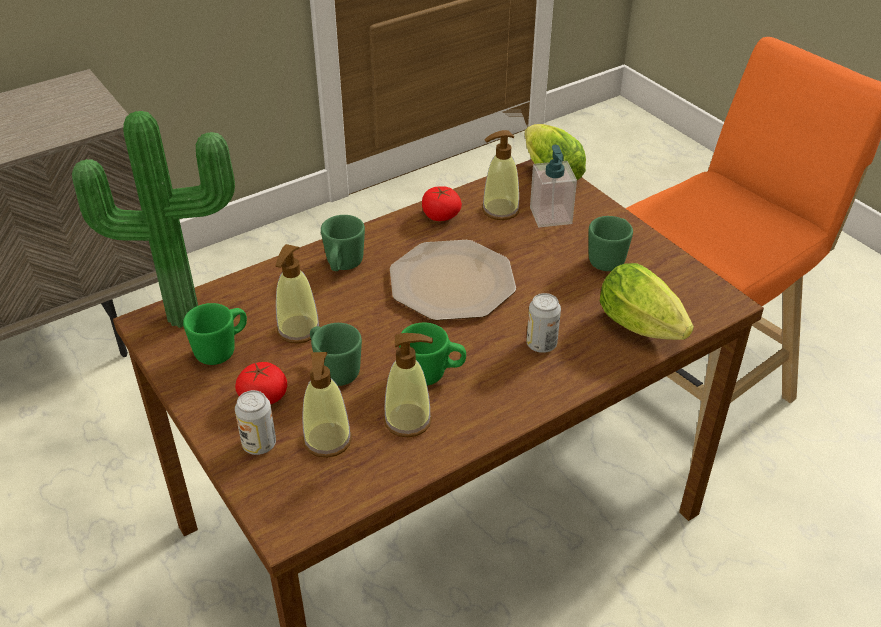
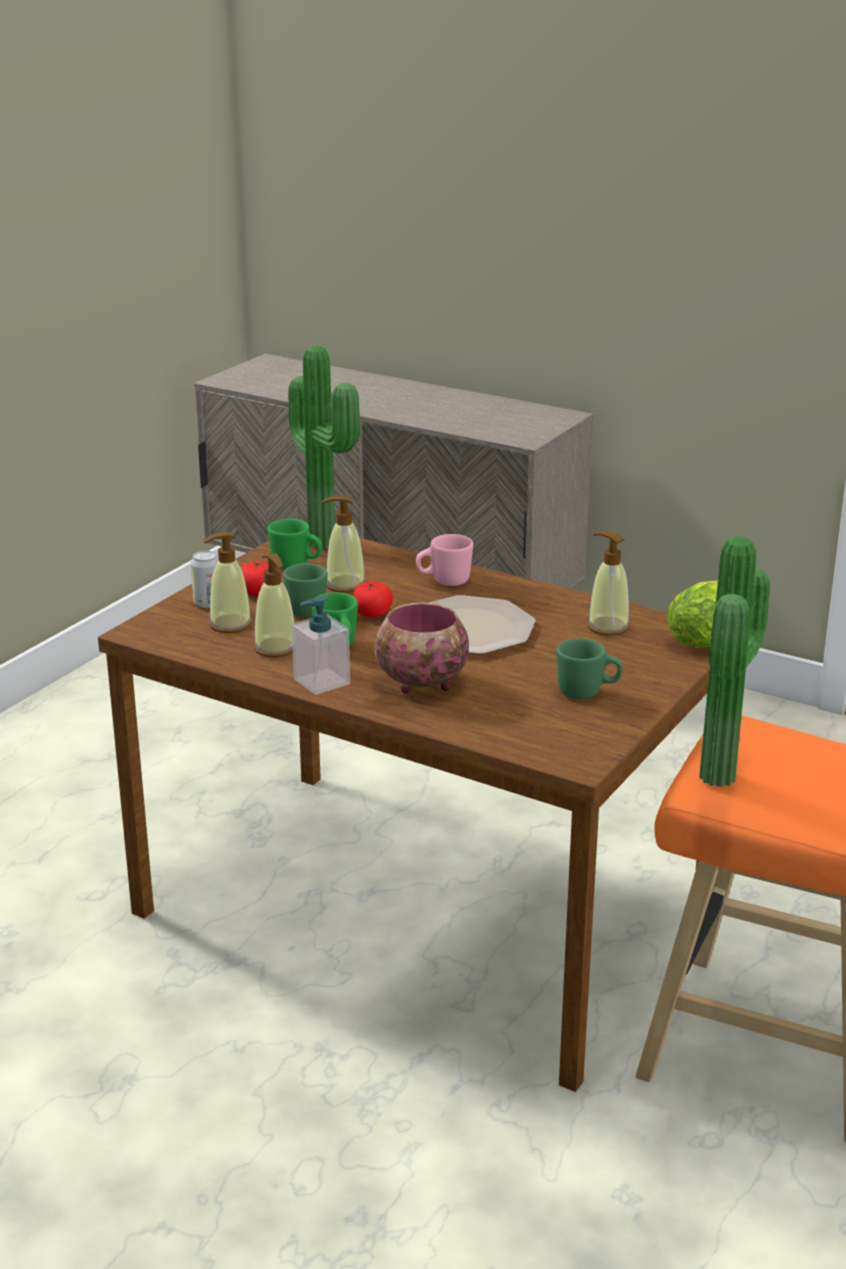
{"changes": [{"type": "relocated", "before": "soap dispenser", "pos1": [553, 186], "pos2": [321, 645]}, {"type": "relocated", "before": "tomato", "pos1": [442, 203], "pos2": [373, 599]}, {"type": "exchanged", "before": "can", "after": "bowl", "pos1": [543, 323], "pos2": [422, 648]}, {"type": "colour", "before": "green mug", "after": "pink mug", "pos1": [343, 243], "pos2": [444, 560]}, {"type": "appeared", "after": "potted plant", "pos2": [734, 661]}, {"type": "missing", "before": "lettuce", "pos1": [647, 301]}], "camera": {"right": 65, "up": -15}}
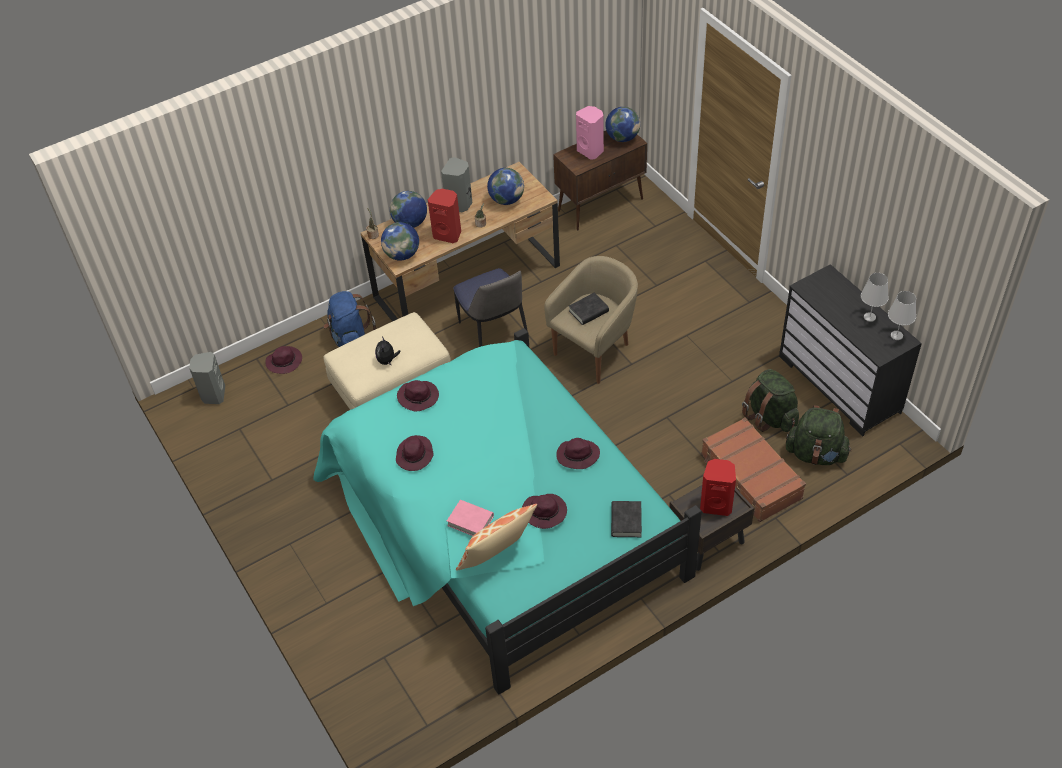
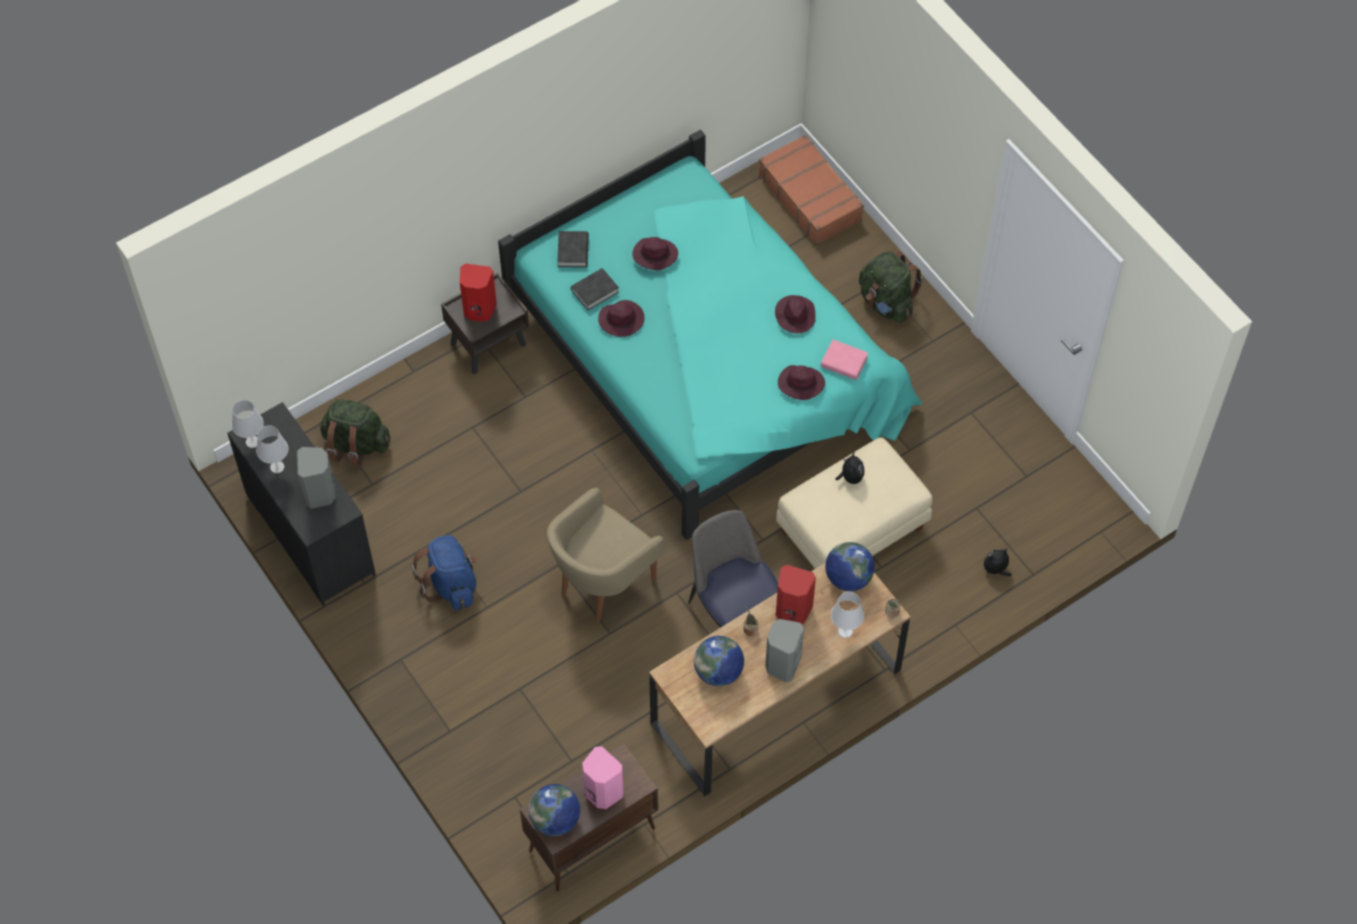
{"changes": [{"type": "relocated", "before": "grey speaker", "pos1": [207, 378], "pos2": [316, 478]}, {"type": "relocated", "before": "blue backpack", "pos1": [350, 319], "pos2": [444, 572]}, {"type": "relocated", "before": "black book", "pos1": [589, 309], "pos2": [595, 289]}, {"type": "relocated", "before": "brown suitcase", "pos1": [753, 469], "pos2": [811, 190]}, {"type": "relocated", "before": "pink book", "pos1": [470, 518], "pos2": [844, 359]}, {"type": "exchanged", "before": "globe", "after": "white table lamp", "pos1": [408, 209], "pos2": [847, 615]}, {"type": "relocated", "before": "green backpack", "pos1": [770, 400], "pos2": [891, 287]}, {"type": "exchanged", "before": "purple hat", "after": "plush toy", "pos1": [283, 360], "pos2": [997, 562]}, {"type": "missing", "before": "pillow", "pos1": [496, 537]}], "camera": {"right": 175, "up": 10}}
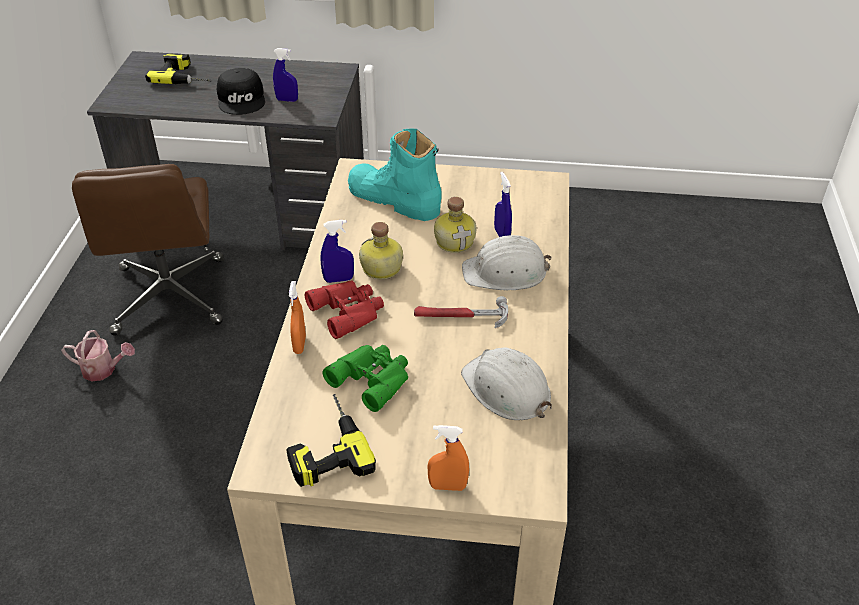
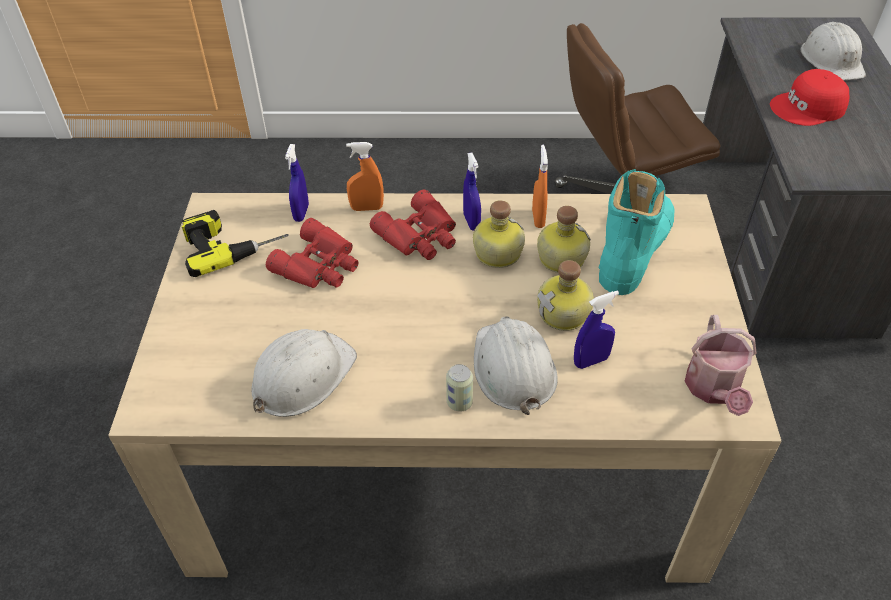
{"changes": [{"type": "colour", "before": "green binoculars", "after": "red binoculars", "pos1": [365, 378], "pos2": [312, 253]}, {"type": "relocated", "before": "blue spray bottle", "pos1": [285, 75], "pos2": [297, 183]}, {"type": "appeared", "after": "can", "pos2": [459, 388]}, {"type": "relocated", "before": "orange spray bottle", "pos1": [448, 458], "pos2": [540, 186]}, {"type": "appeared", "after": "bottle", "pos2": [564, 239]}, {"type": "relocated", "before": "watering can", "pos1": [98, 356], "pos2": [720, 365]}, {"type": "colour", "before": "black cap", "after": "red cap", "pos1": [241, 91], "pos2": [810, 97]}, {"type": "exchanged", "before": "power drill", "after": "white hard hat", "pos1": [178, 68], "pos2": [833, 51]}, {"type": "missing", "before": "hammer", "pos1": [461, 312]}], "camera": {"right": 85, "up": 5}}
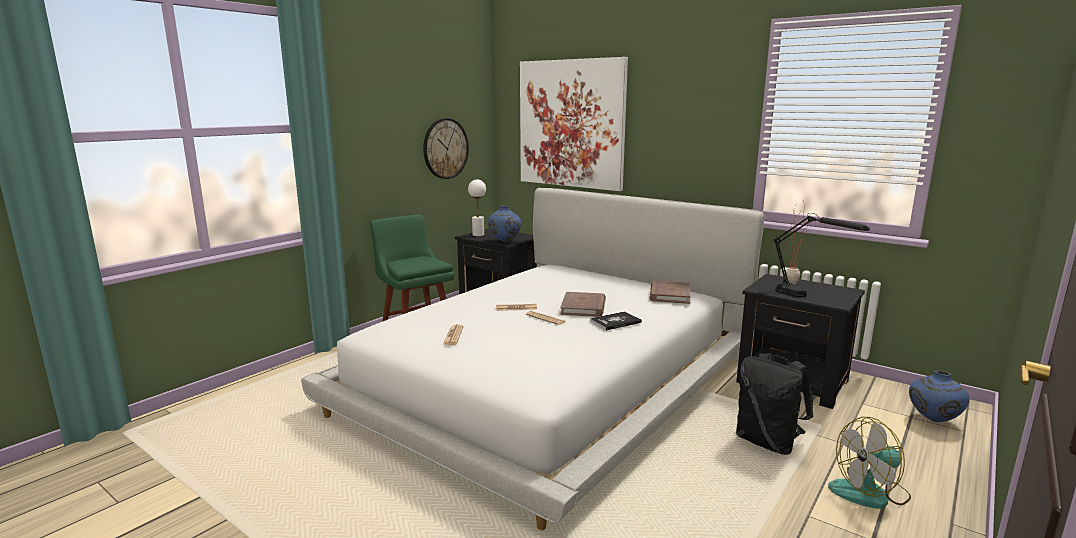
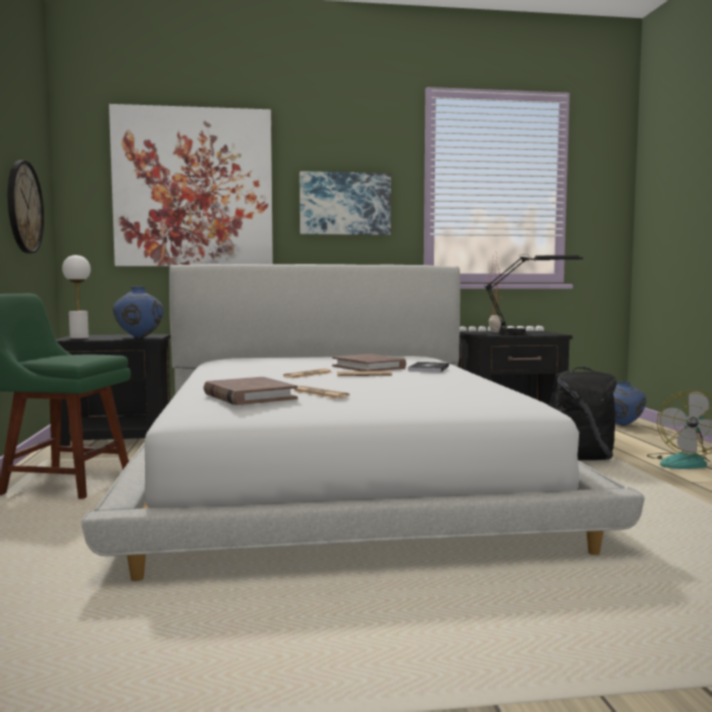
{"changes": [{"type": "relocated", "before": "brown book", "pos1": [670, 292], "pos2": [250, 391]}, {"type": "appeared", "after": "picture", "pos2": [345, 203]}], "camera": {"right": -45, "up": -10}}
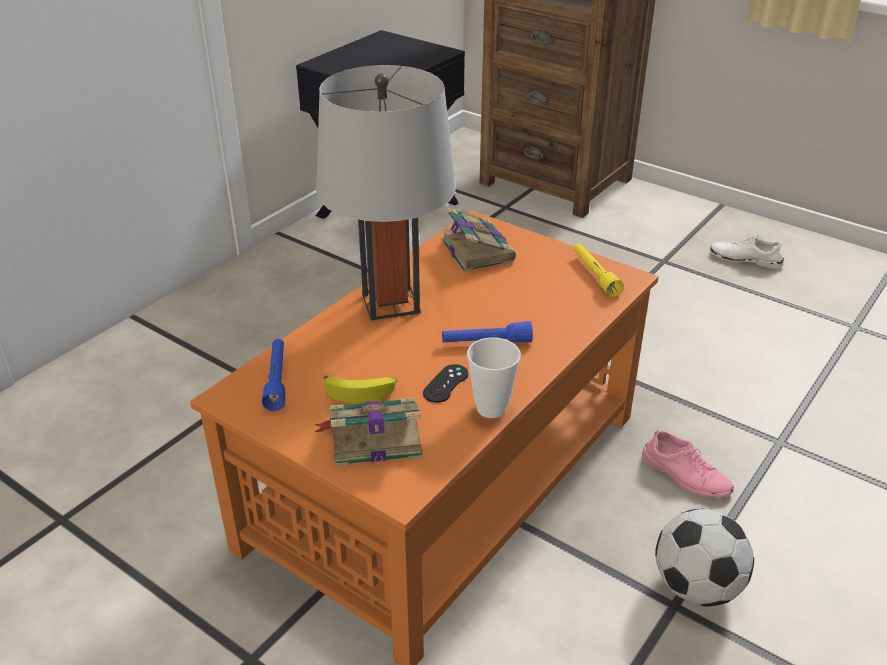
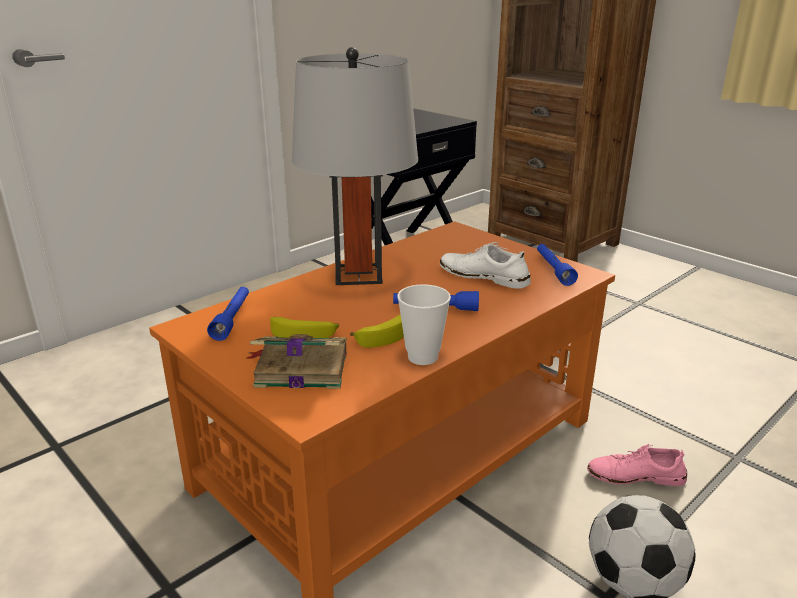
{"changes": [{"type": "exchanged", "before": "black game controller", "after": "banana", "pos1": [445, 383], "pos2": [377, 331]}, {"type": "relocated", "before": "white shoe", "pos1": [747, 252], "pos2": [485, 265]}, {"type": "colour", "before": "yellow flashlight", "after": "blue flashlight", "pos1": [599, 270], "pos2": [557, 265]}, {"type": "spun", "before": "pink shoe", "pos1": [688, 463], "pos2": [637, 465], "turn": 135}, {"type": "missing", "before": "book", "pos1": [478, 239]}], "camera": {"right": 10, "up": -10}}
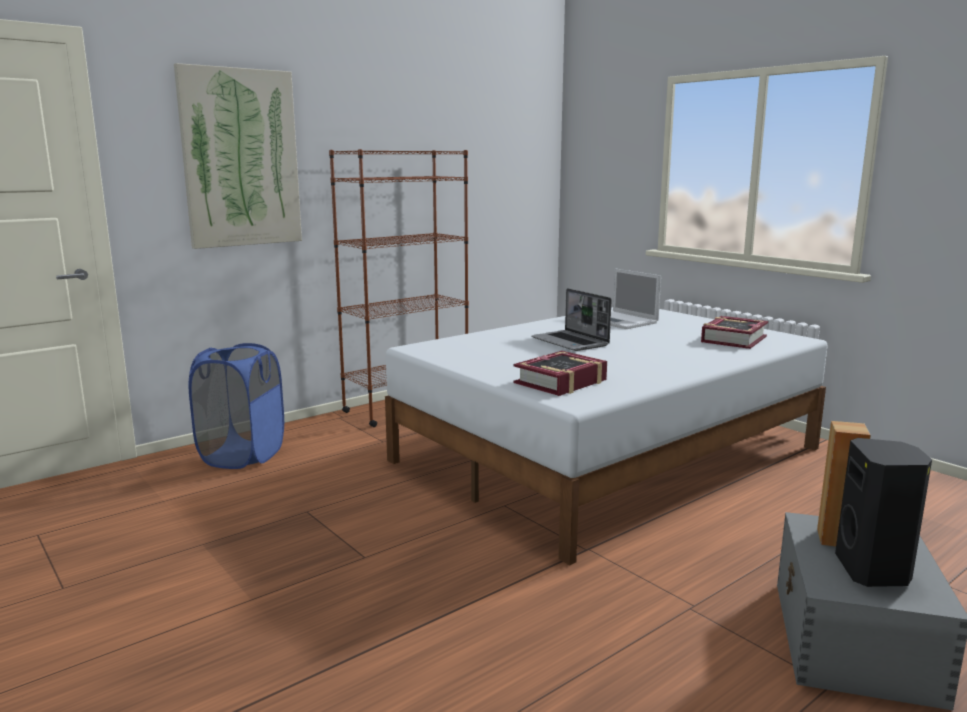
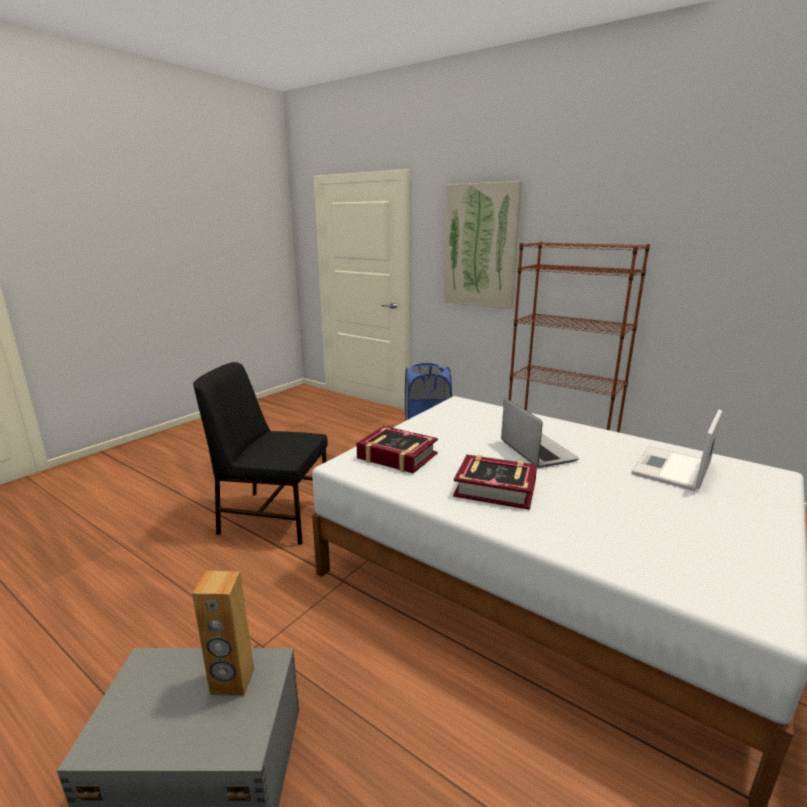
{"changes": [{"type": "appeared", "after": "black chair", "pos2": [260, 453]}, {"type": "relocated", "before": "book", "pos1": [734, 332], "pos2": [495, 482]}, {"type": "spun", "before": "laptop", "pos1": [571, 319], "pos2": [540, 433], "turn": 120}, {"type": "missing", "before": "black speaker", "pos1": [883, 512]}], "camera": {"right": 75, "up": 5}}
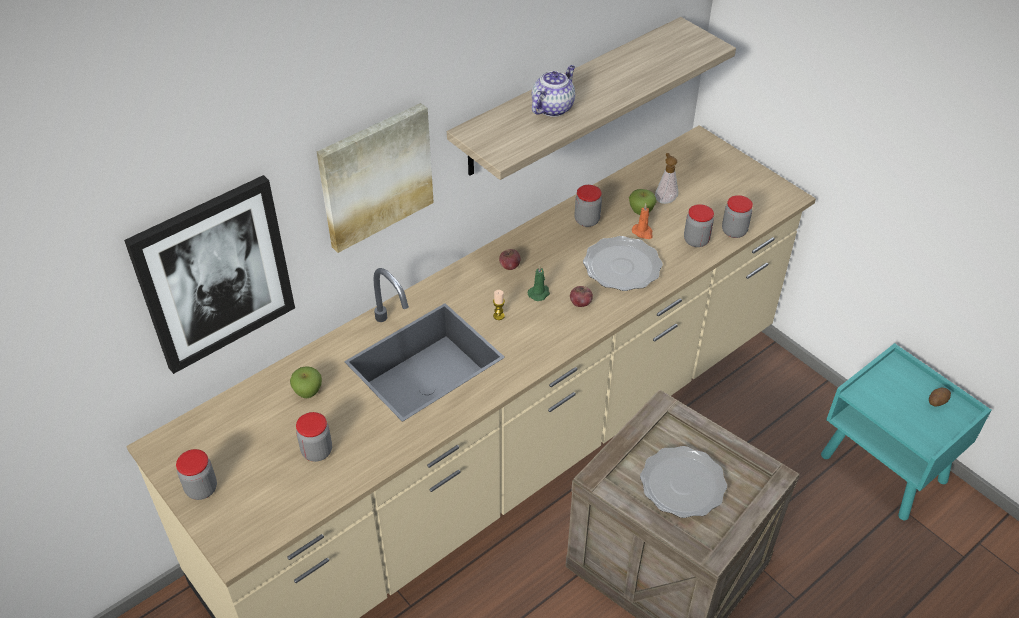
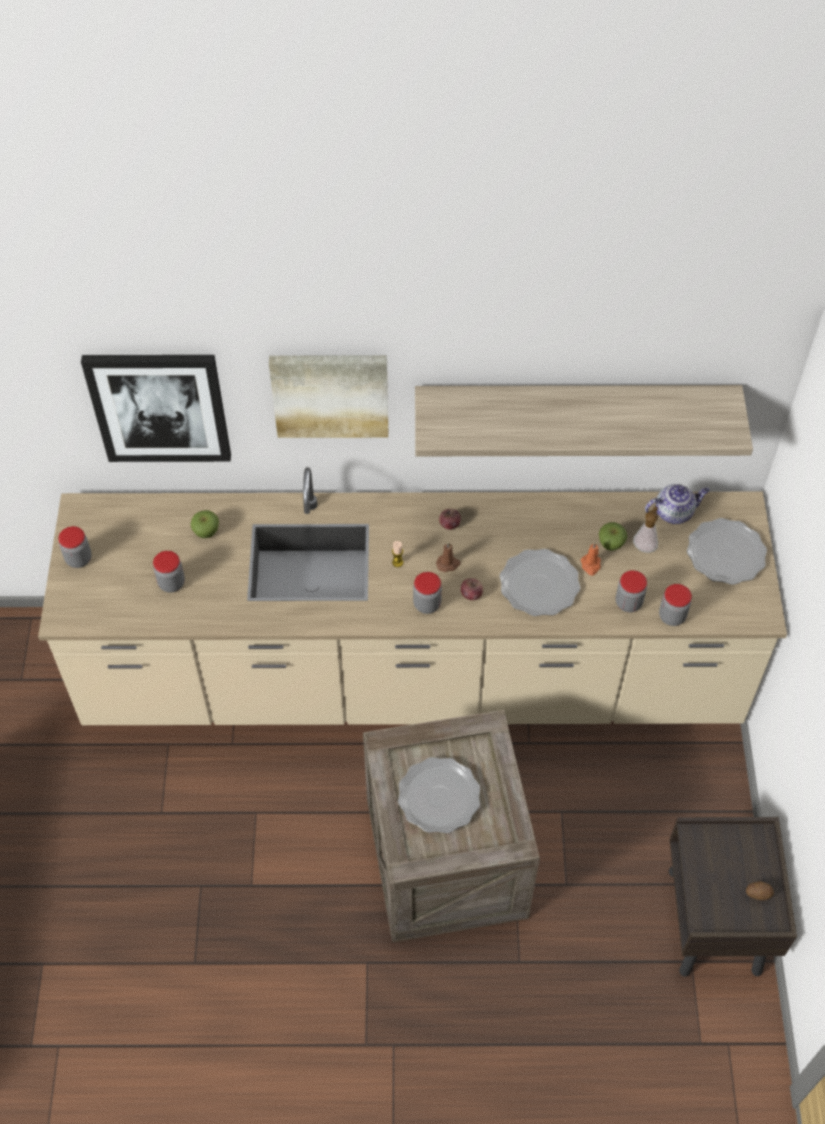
{"changes": [{"type": "relocated", "before": "jar", "pos1": [588, 206], "pos2": [427, 593]}, {"type": "colour", "before": "green candle", "after": "brown candle", "pos1": [539, 283], "pos2": [448, 557]}, {"type": "relocated", "before": "teapot", "pos1": [553, 91], "pos2": [677, 504]}, {"type": "colour", "before": "turquoise nightstand", "after": "brown nightstand", "pos1": [906, 431], "pos2": [733, 896]}, {"type": "appeared", "after": "plate", "pos2": [727, 551]}], "camera": {"right": 40, "up": 10}}
